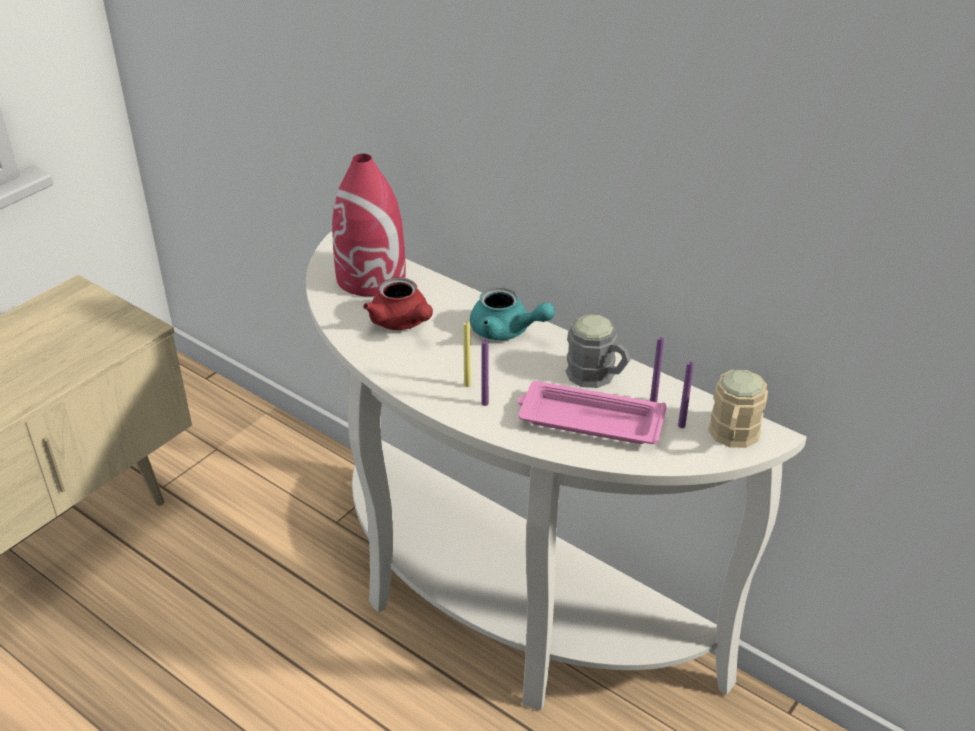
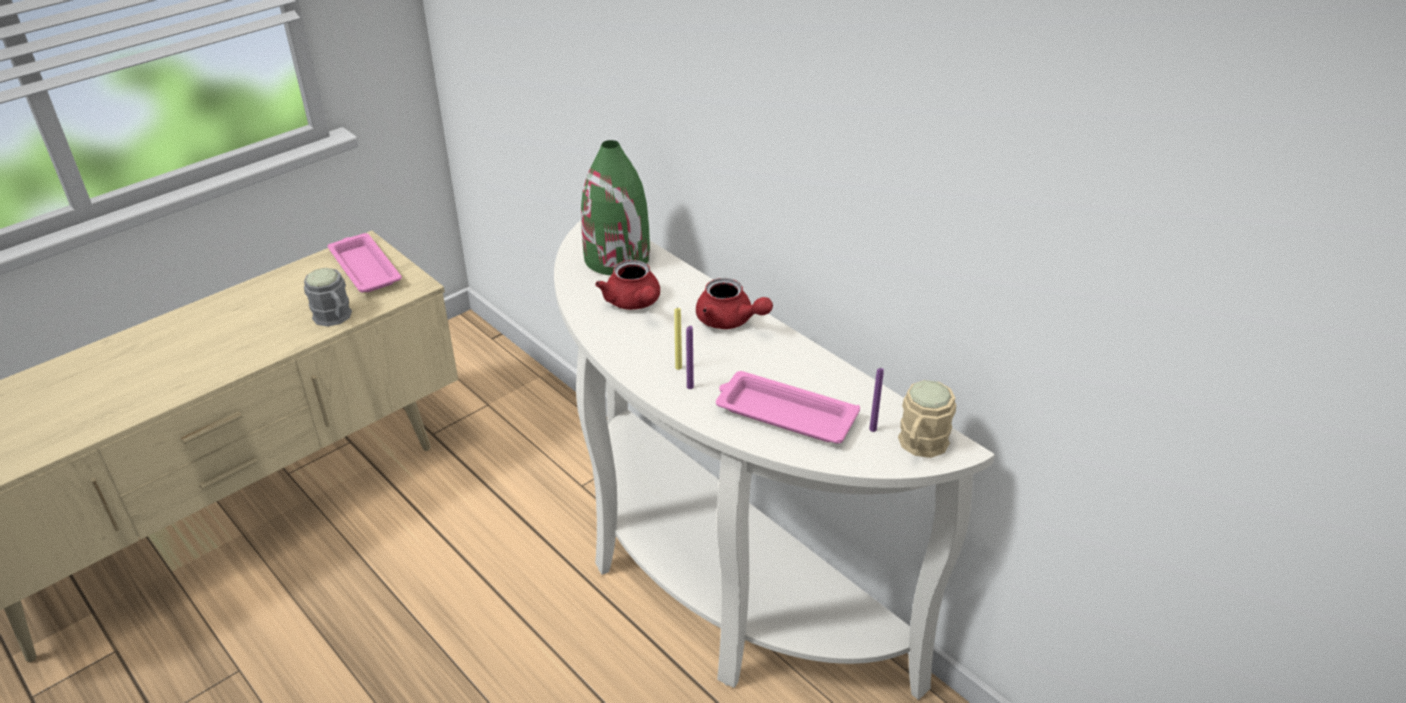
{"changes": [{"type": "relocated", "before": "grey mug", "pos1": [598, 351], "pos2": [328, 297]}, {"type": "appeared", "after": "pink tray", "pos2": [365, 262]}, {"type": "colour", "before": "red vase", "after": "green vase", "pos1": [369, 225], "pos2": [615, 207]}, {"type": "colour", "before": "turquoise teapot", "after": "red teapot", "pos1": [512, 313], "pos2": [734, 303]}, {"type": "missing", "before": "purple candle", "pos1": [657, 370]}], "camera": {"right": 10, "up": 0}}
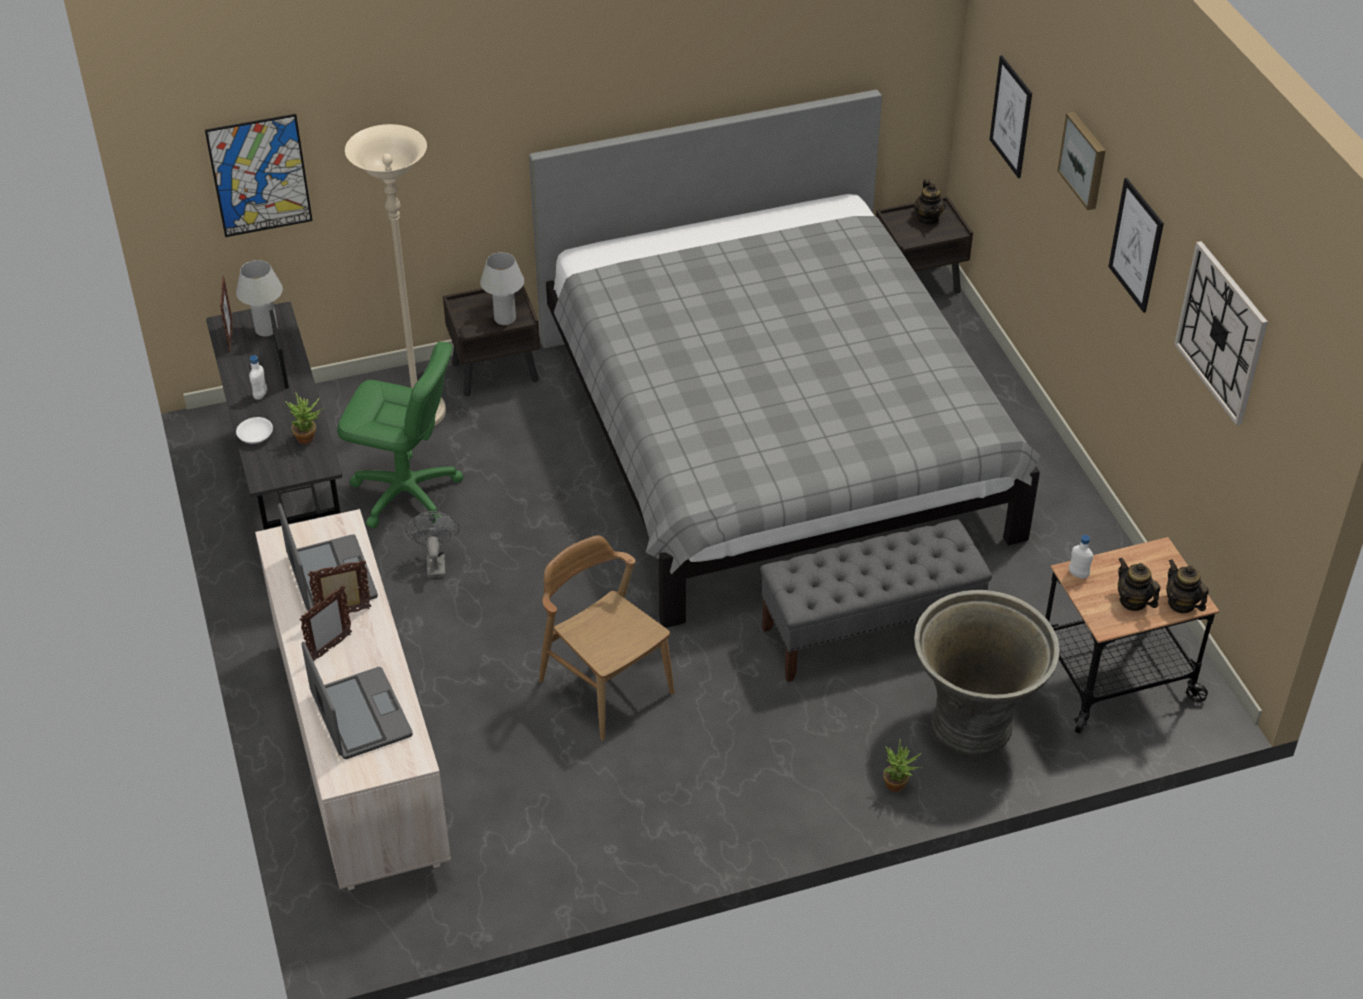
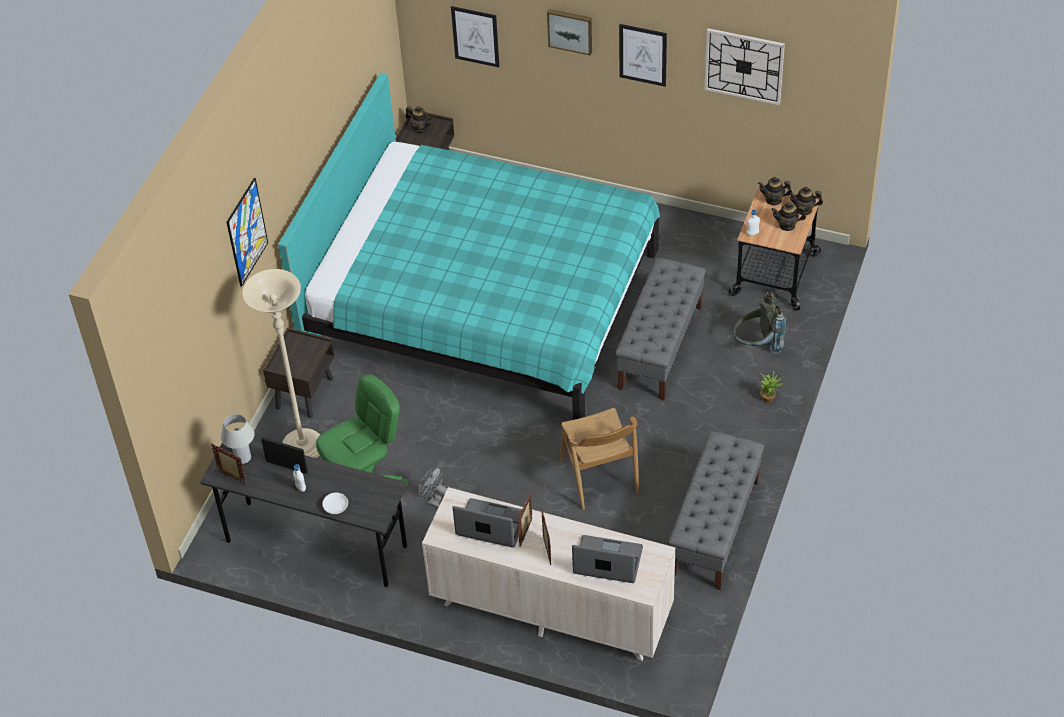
{"changes": [{"type": "relocated", "before": "picture", "pos1": [259, 175], "pos2": [247, 232]}, {"type": "colour", "before": "grey bed", "after": "turquoise bed", "pos1": [784, 358], "pos2": [469, 246]}, {"type": "spun", "before": "brown chair", "pos1": [606, 638], "pos2": [599, 459], "turn": -105}, {"type": "appeared", "after": "grey bench", "pos2": [716, 510]}, {"type": "exchanged", "before": "grey planter", "after": "grey backpack", "pos1": [987, 672], "pos2": [759, 322]}, {"type": "appeared", "after": "teapot", "pos2": [775, 191]}, {"type": "missing", "before": "potted plant", "pos1": [305, 418]}, {"type": "missing", "before": "white table lamp", "pos1": [502, 288]}], "camera": {"right": -50, "up": 5}}
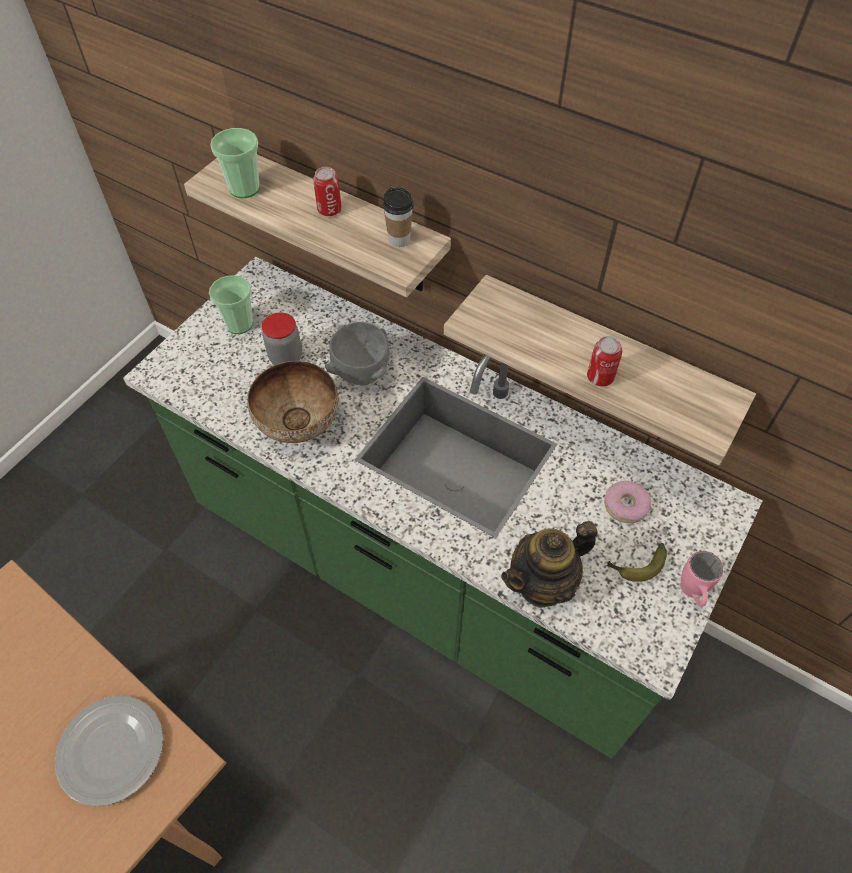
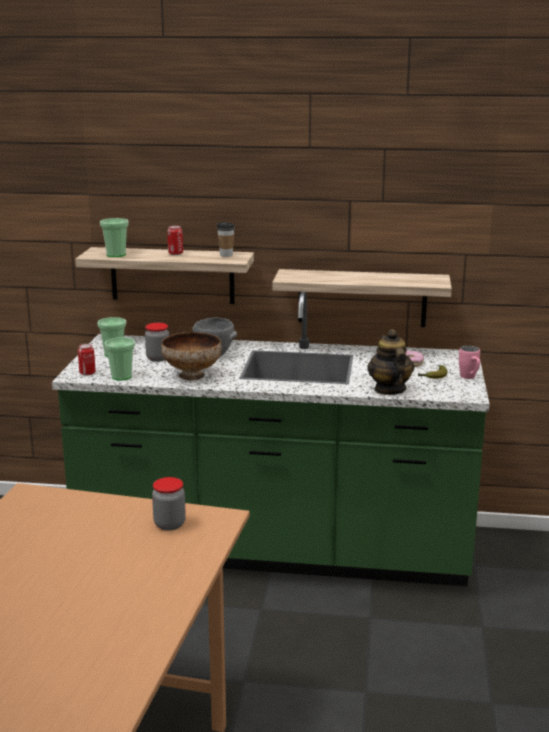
{"changes": [{"type": "relocated", "before": "can", "pos1": [604, 361], "pos2": [87, 360]}, {"type": "appeared", "after": "cup", "pos2": [120, 359]}, {"type": "exchanged", "before": "plate", "after": "jar", "pos1": [109, 751], "pos2": [169, 504]}, {"type": "spun", "before": "teapot", "pos1": [549, 564], "pos2": [390, 362], "turn": 135}], "camera": {"right": -25, "up": -35}}
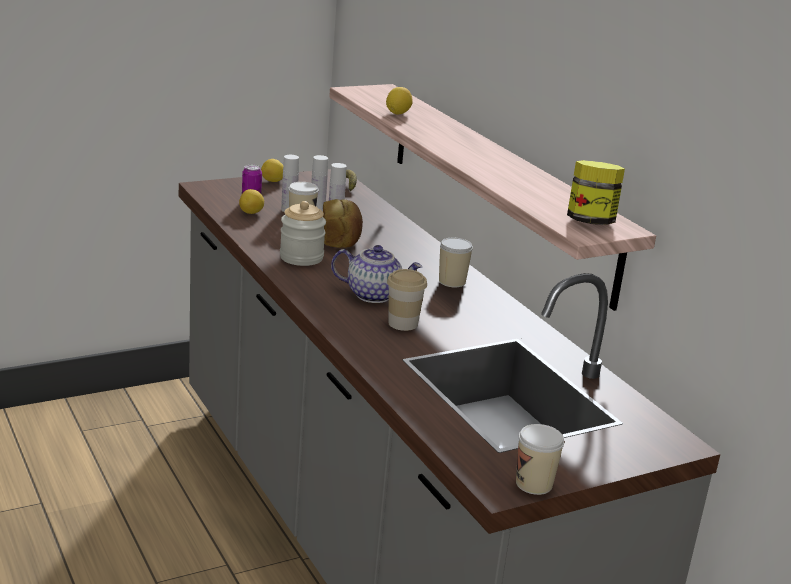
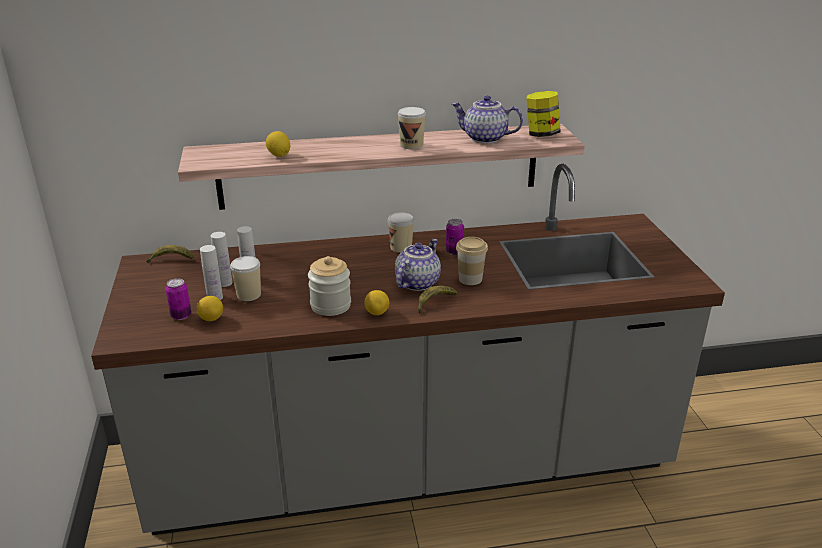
{"changes": [{"type": "relocated", "before": "lemon", "pos1": [272, 170], "pos2": [376, 302]}, {"type": "relocated", "before": "cup", "pos1": [540, 459], "pos2": [412, 128]}, {"type": "appeared", "after": "banana", "pos2": [437, 300]}, {"type": "appeared", "after": "can", "pos2": [455, 237]}, {"type": "appeared", "after": "teapot", "pos2": [487, 119]}, {"type": "missing", "before": "bread", "pos1": [343, 223]}], "camera": {"right": -70, "up": 5}}
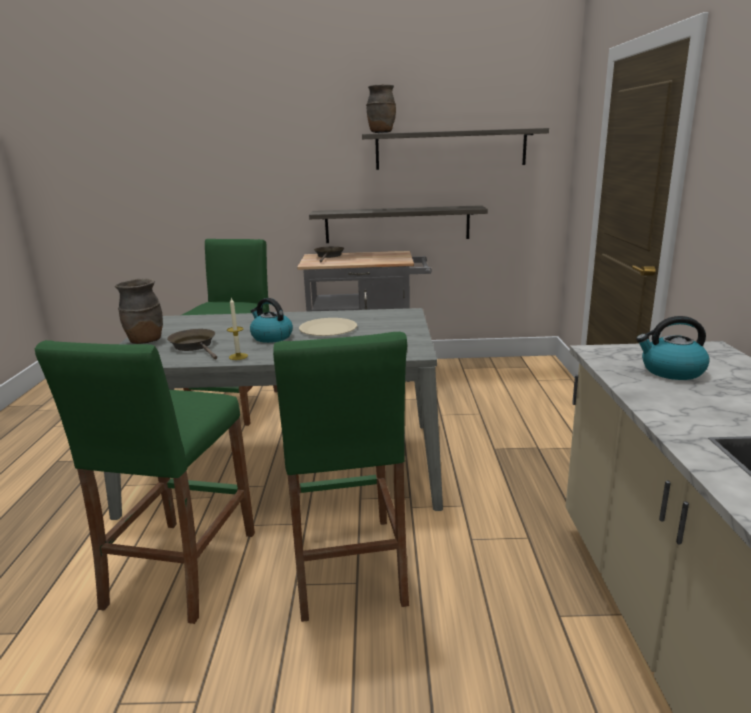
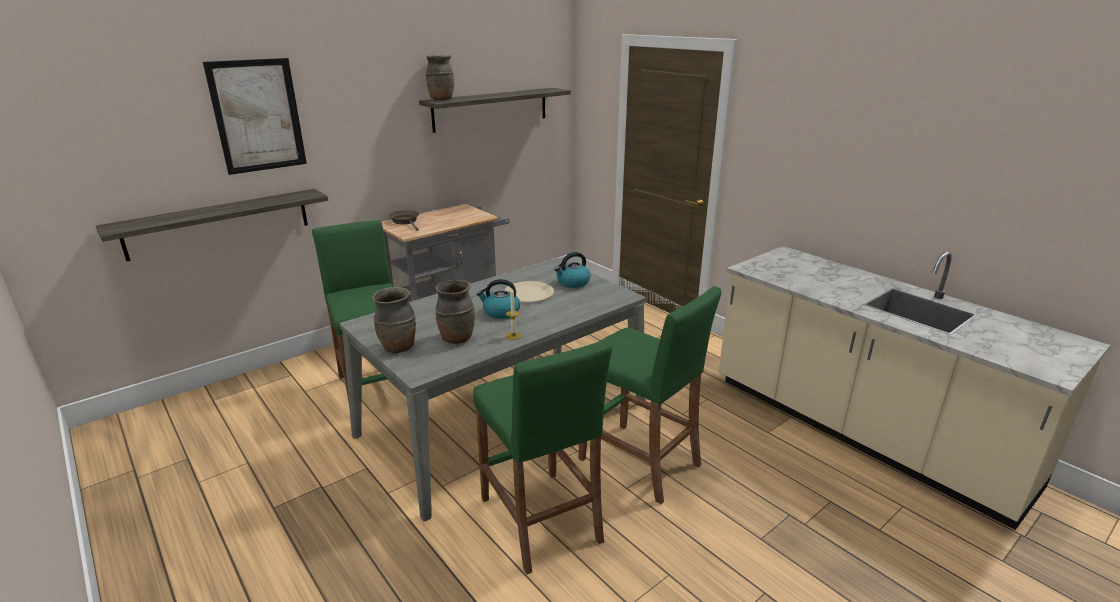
{"changes": [{"type": "relocated", "before": "shelf", "pos1": [398, 224], "pos2": [212, 225]}, {"type": "appeared", "after": "picture", "pos2": [255, 116]}, {"type": "exchanged", "before": "brown frying pan", "after": "brown vase", "pos1": [192, 344], "pos2": [455, 312]}, {"type": "relocated", "before": "kettle", "pos1": [673, 348], "pos2": [572, 270]}], "camera": {"right": -40, "up": 5}}
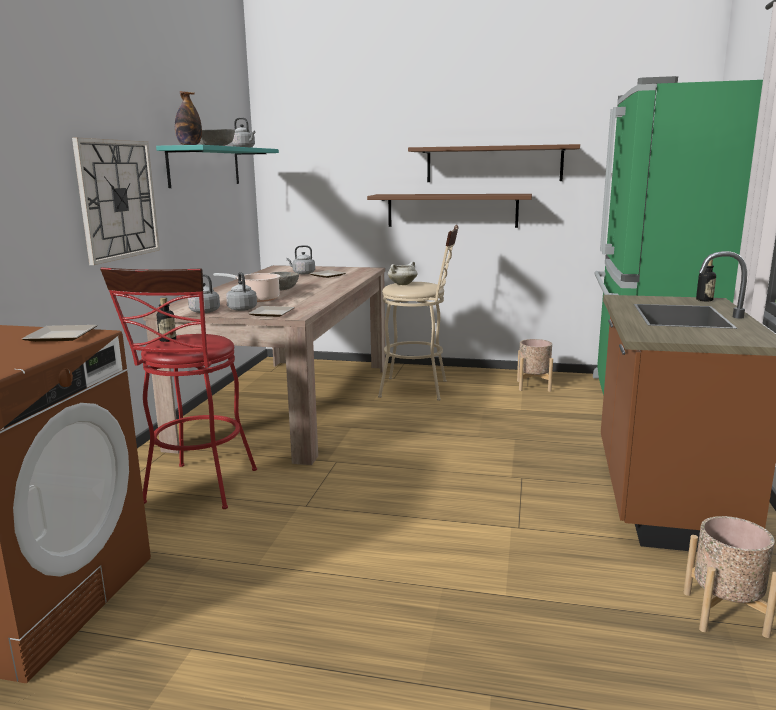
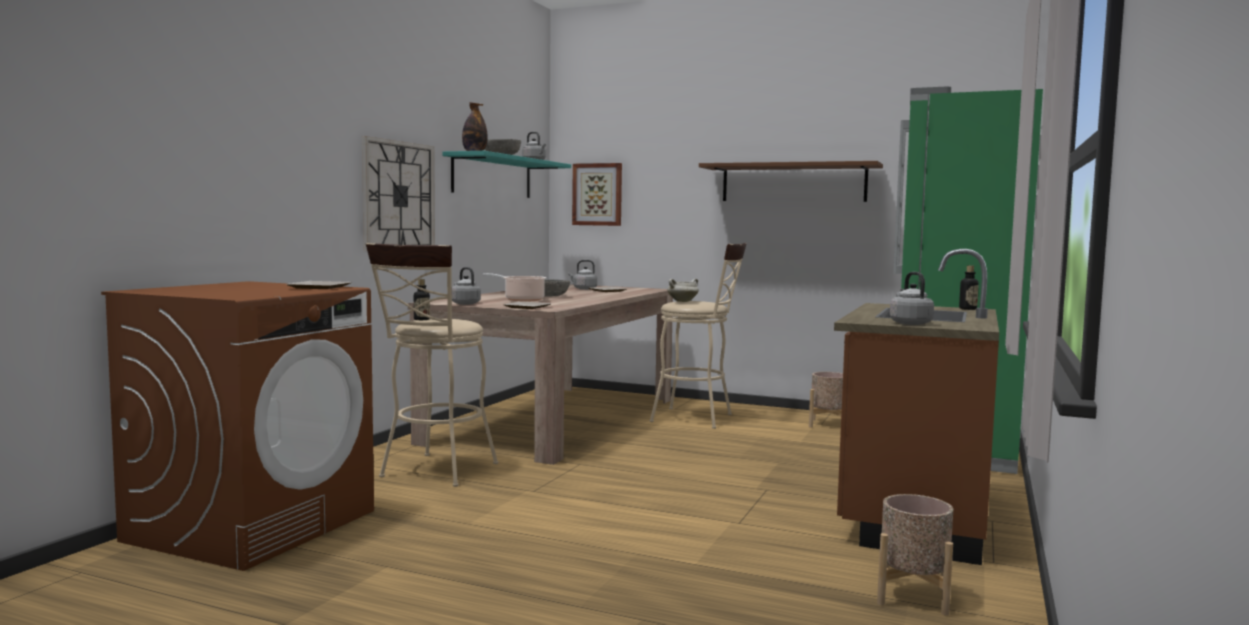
{"changes": [{"type": "colour", "before": "red stool", "after": "beige stool", "pos1": [178, 388], "pos2": [432, 365]}, {"type": "appeared", "after": "picture", "pos2": [597, 194]}, {"type": "relocated", "before": "grey kettle", "pos1": [241, 291], "pos2": [912, 298]}, {"type": "missing", "before": "brown shelf", "pos1": [449, 211]}], "camera": {"right": 10, "up": -10}}
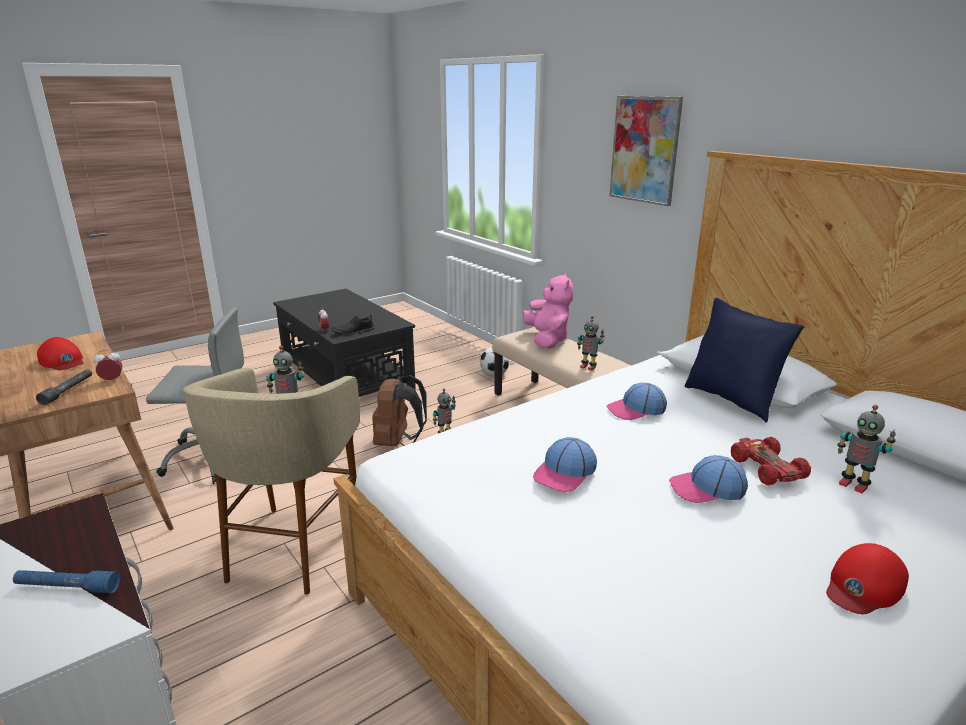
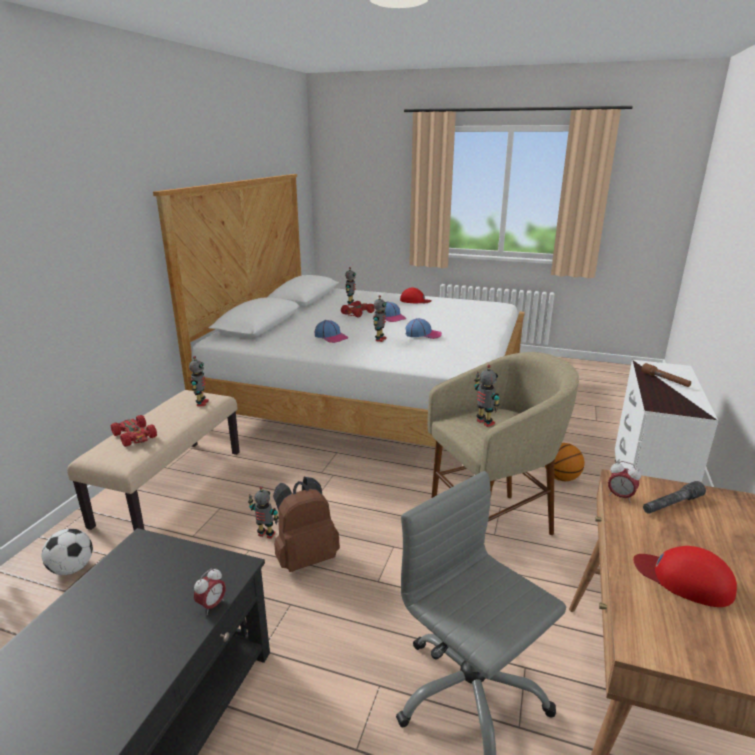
{"changes": [{"type": "exchanged", "before": "pink plush toy", "after": "red toy car", "pos1": [548, 310], "pos2": [134, 431]}, {"type": "appeared", "after": "toy robot", "pos2": [380, 318]}, {"type": "appeared", "after": "basketball", "pos2": [564, 462]}, {"type": "spun", "before": "red cap", "pos1": [60, 353], "pos2": [685, 576], "turn": -60}, {"type": "colour", "before": "blue flashlight", "after": "brown flashlight", "pos1": [66, 581], "pos2": [666, 375]}, {"type": "missing", "before": "black shoe", "pos1": [352, 325]}, {"type": "missing", "before": "picture", "pos1": [646, 151]}, {"type": "missing", "before": "blue pillow", "pos1": [744, 360]}], "camera": {"right": -125, "up": 0}}
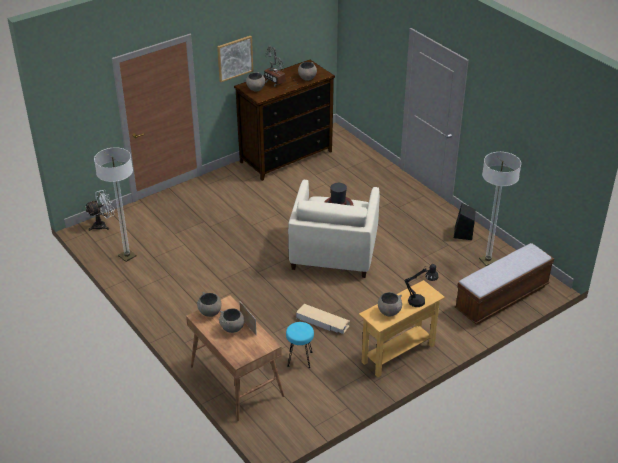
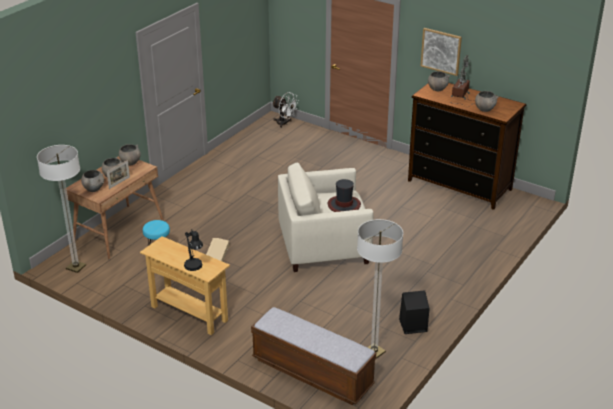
{"changes": [{"type": "relocated", "before": "floor lamp", "pos1": [115, 204], "pos2": [61, 209]}, {"type": "relocated", "before": "grey bowl", "pos1": [390, 304], "pos2": [92, 181]}], "camera": {"right": 70, "up": -5}}
